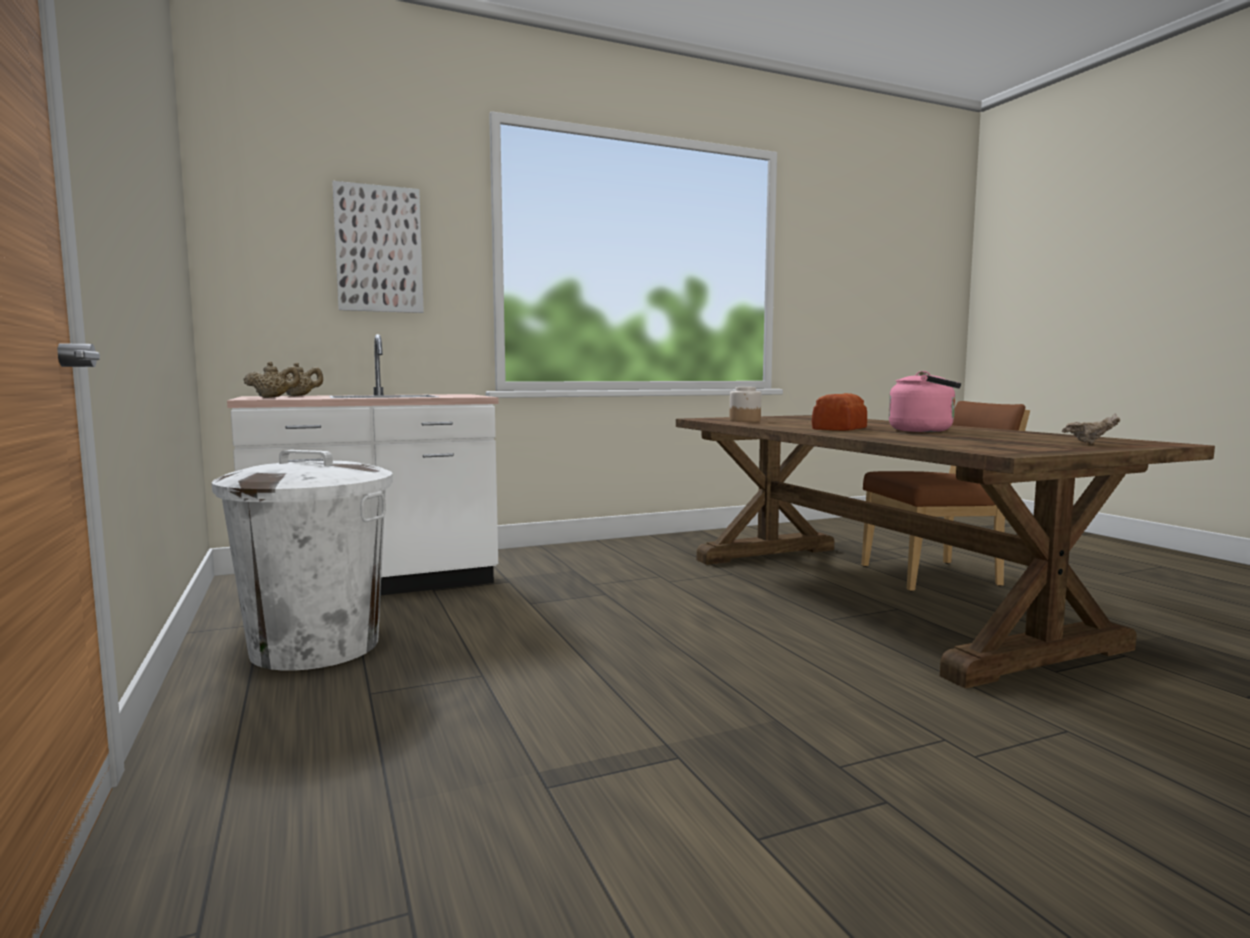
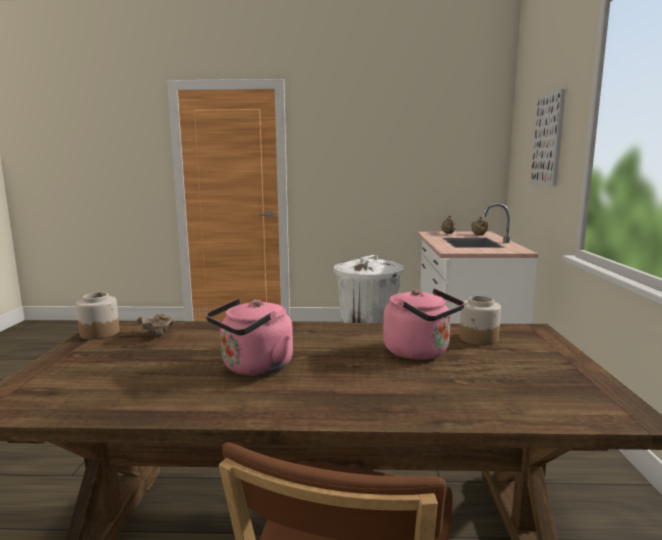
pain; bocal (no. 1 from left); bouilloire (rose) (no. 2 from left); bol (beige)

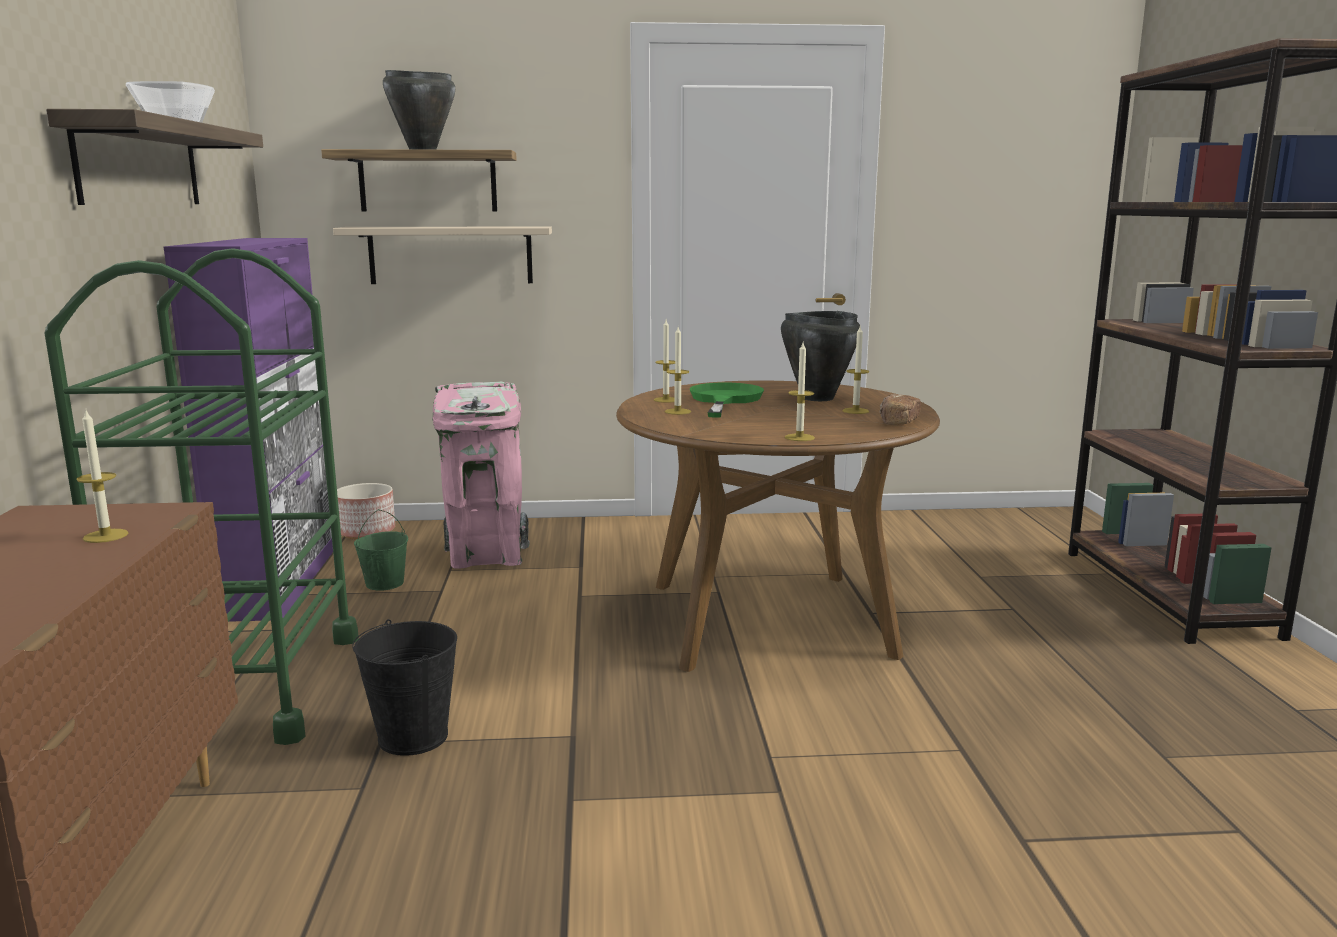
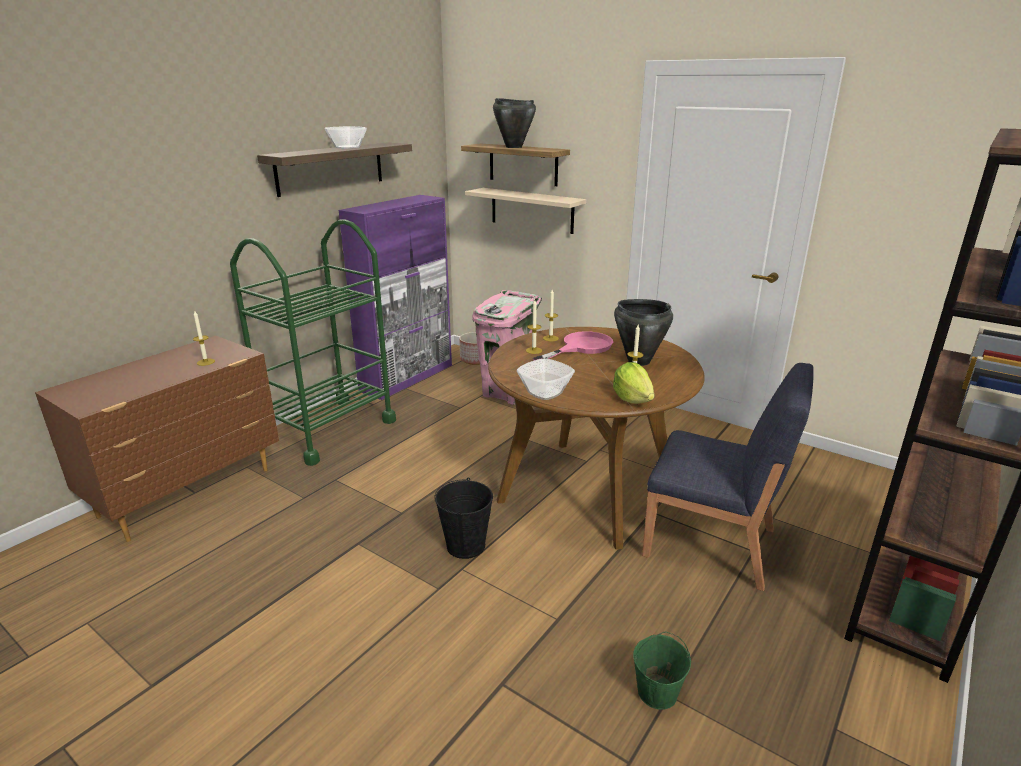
chaise (bleu); seau (noir); seau (vert); bol (no. 2 from left); laitue; poêle (rose)

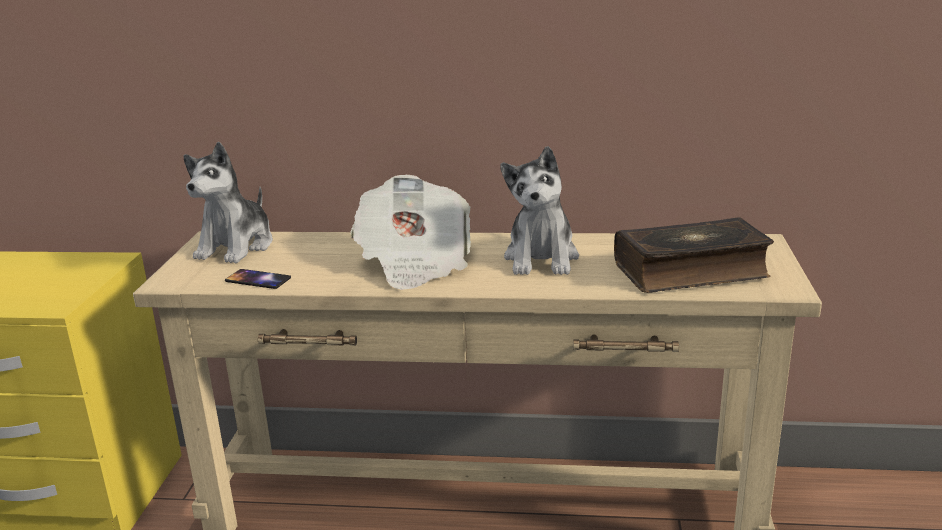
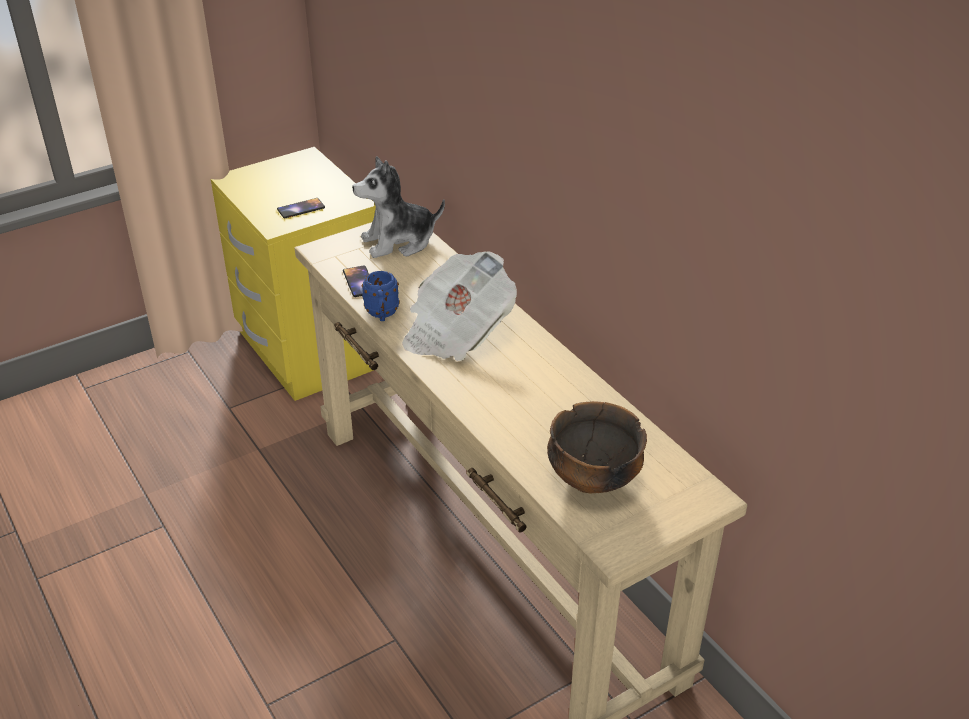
peluche (no. 2 from left in the first image); téléphone (no. 1 from left); mug (bleu); bol

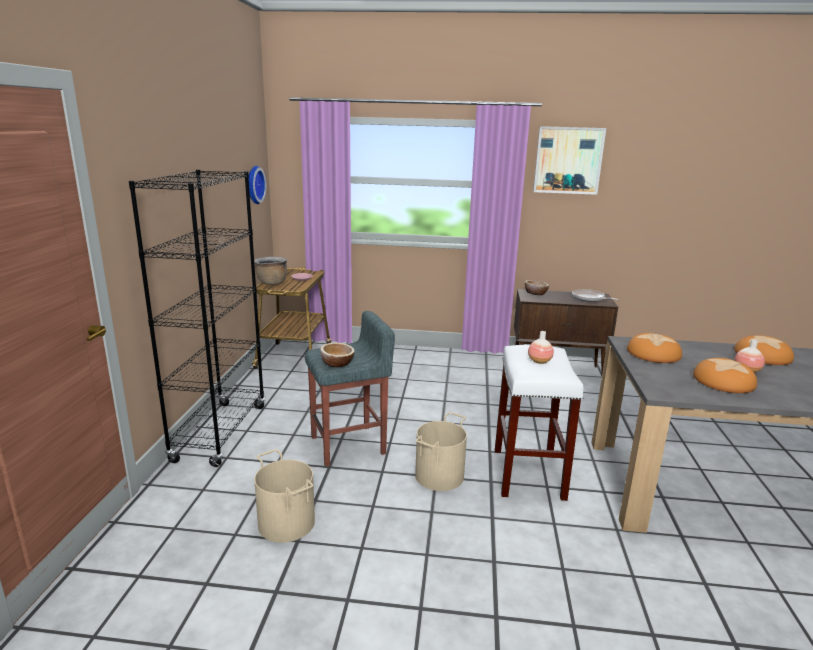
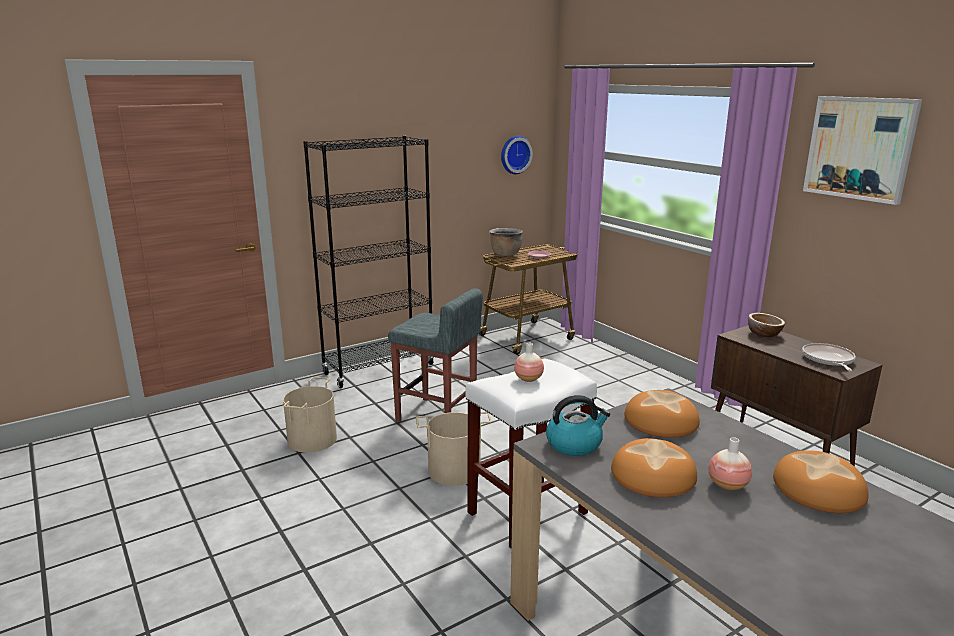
bol (no. 1 from left in the first image); bouilloire

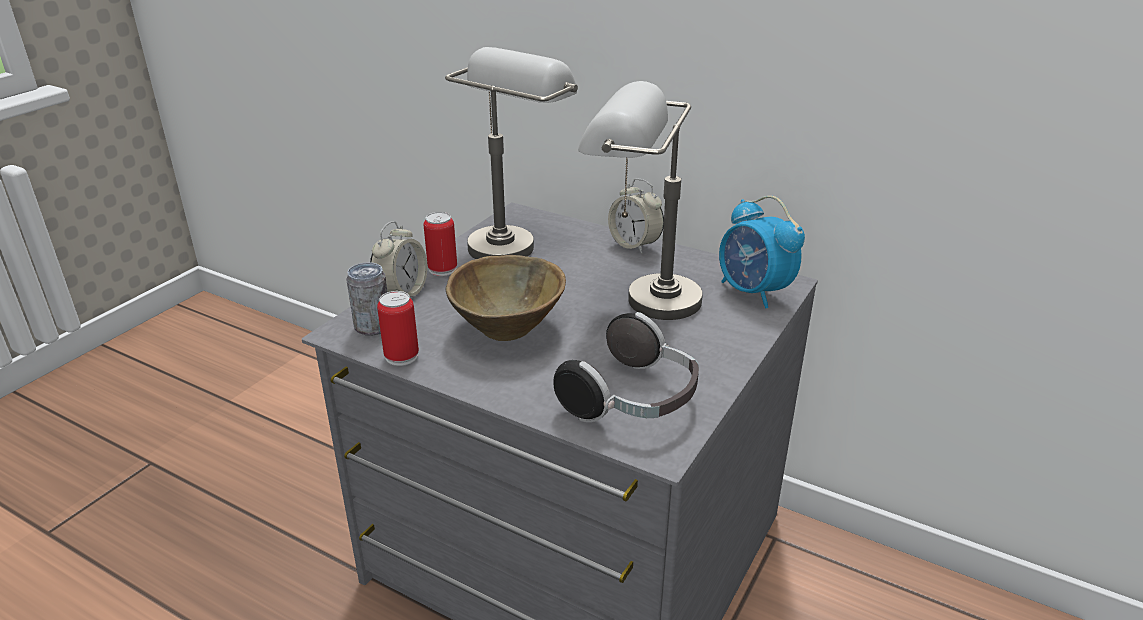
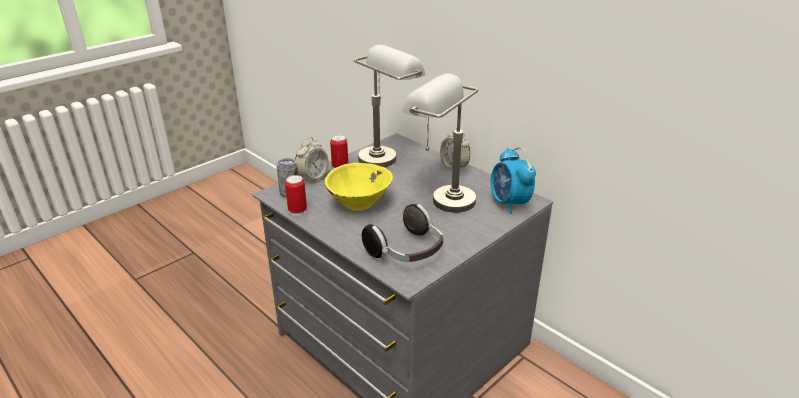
bol (jaune)

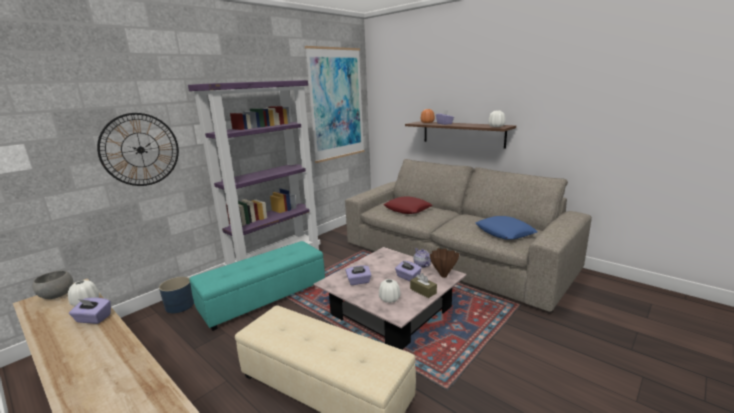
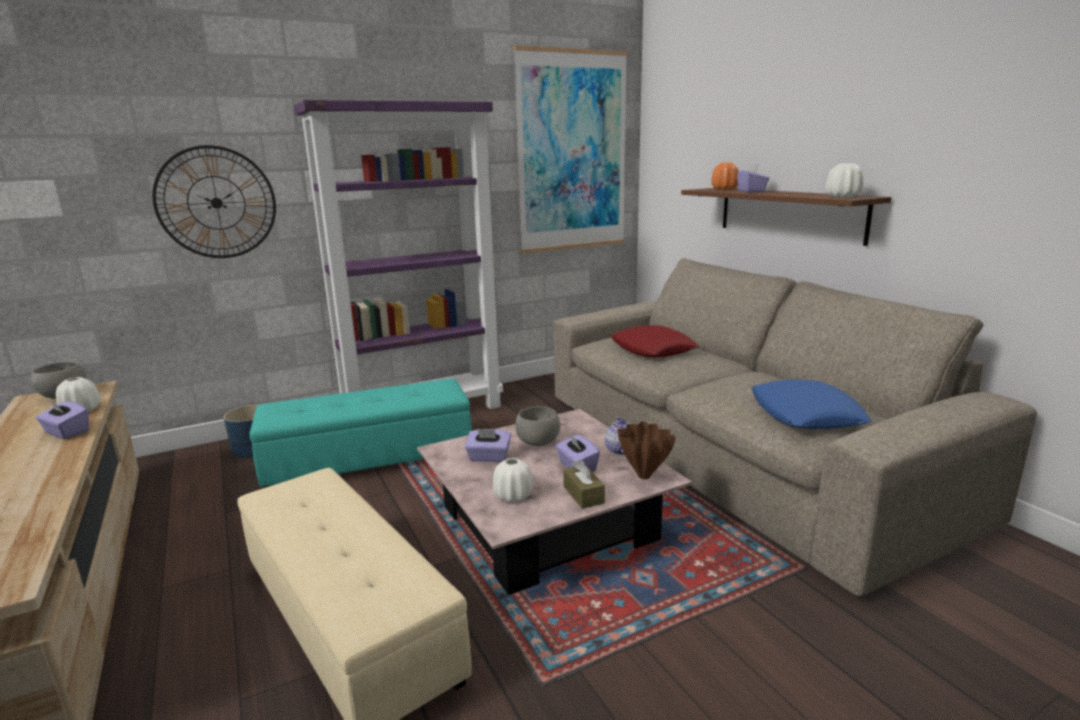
bol (gris) (no. 2 from left)

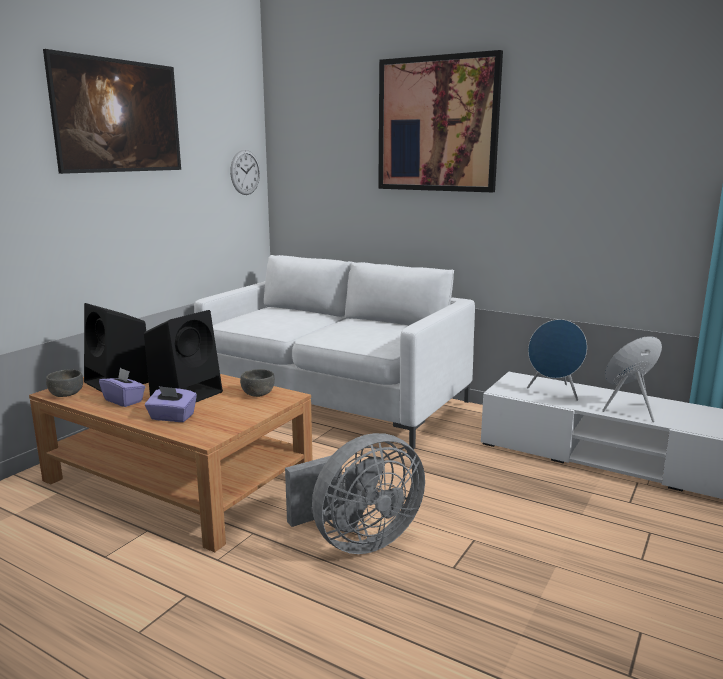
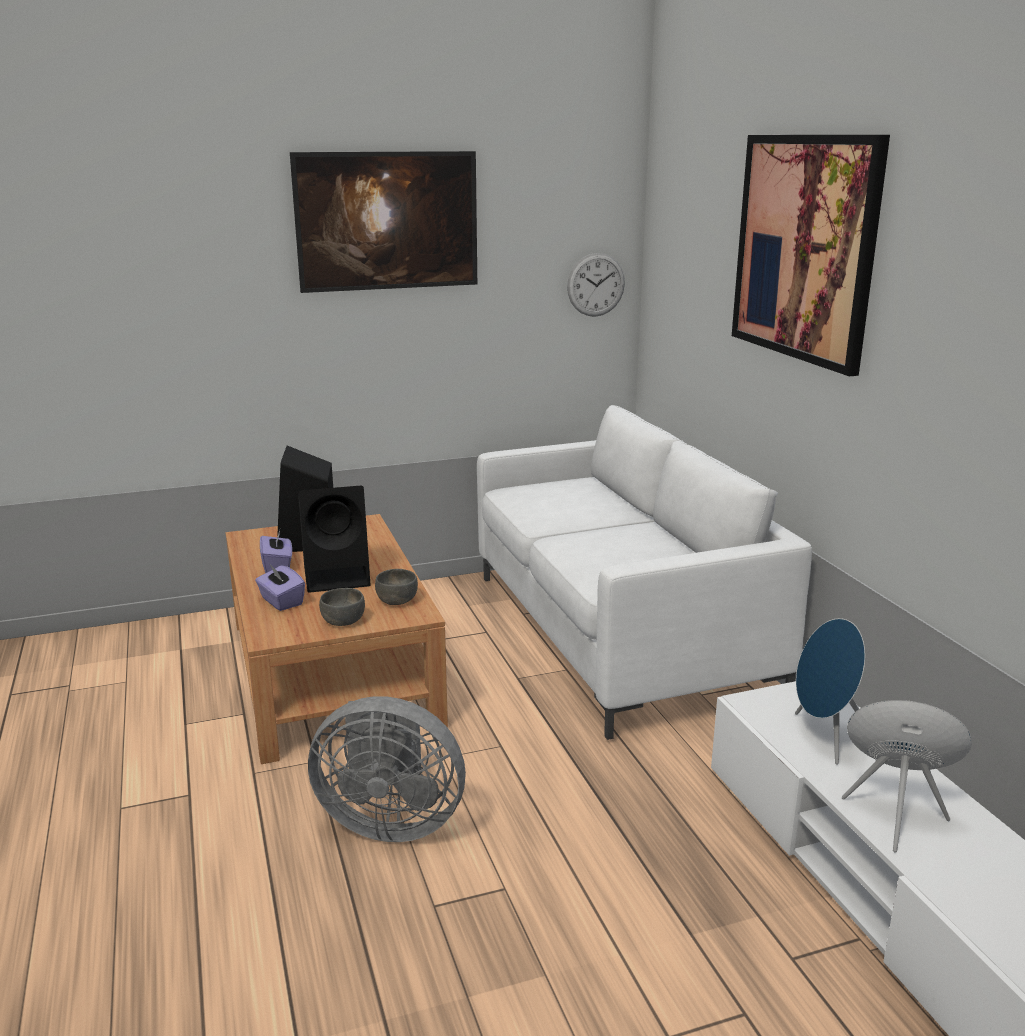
bol (gris) (no. 1 from left)

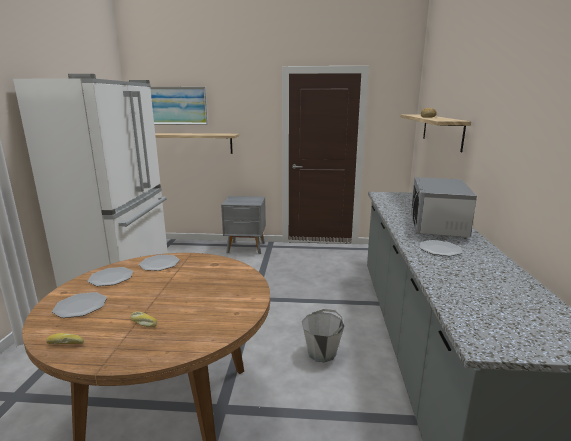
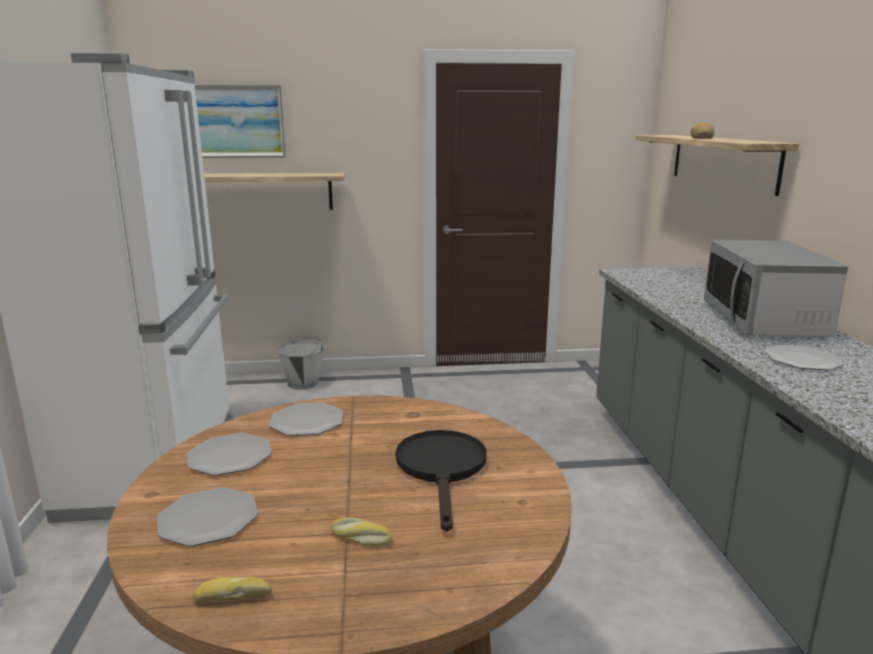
table de chevet (gris); poêle (noir); seau (gris)

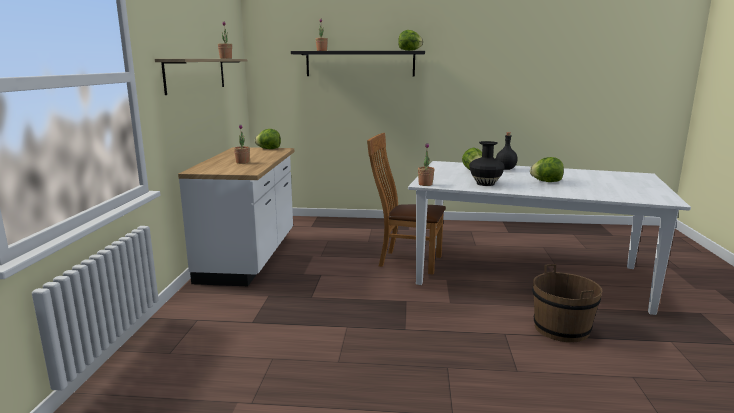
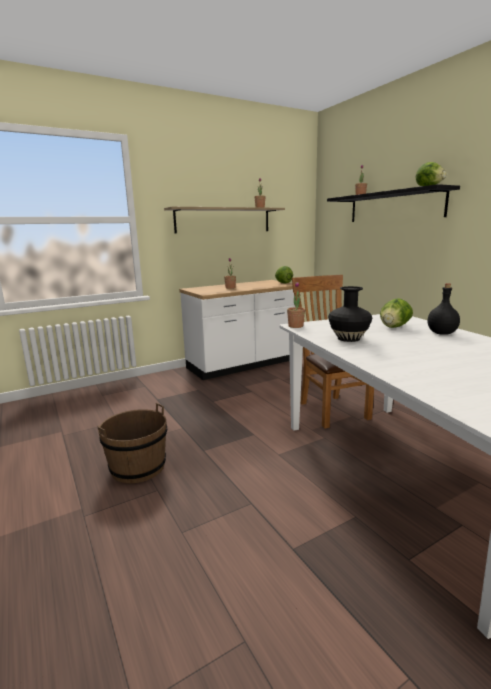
laitue (no. 4 from left in the first image); seau (marron)

